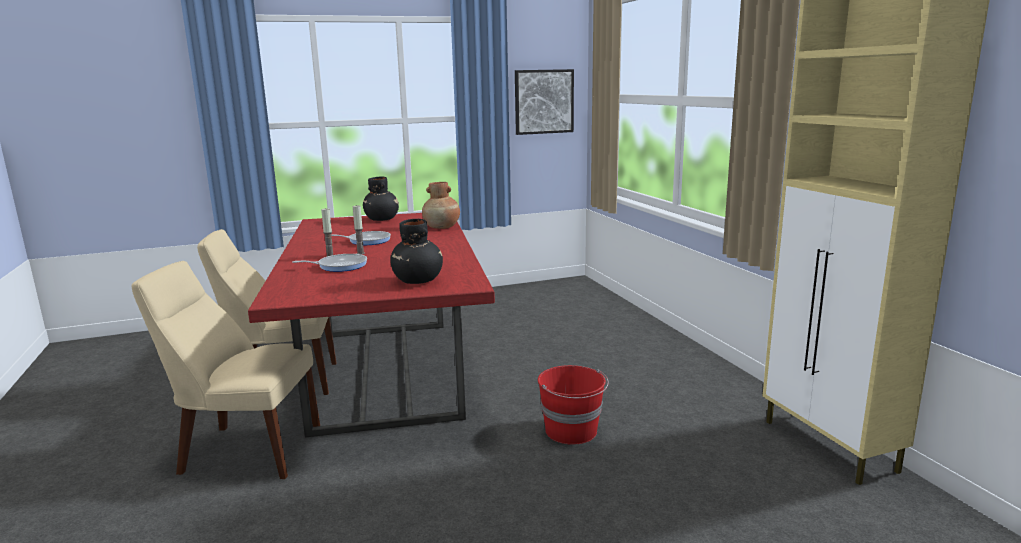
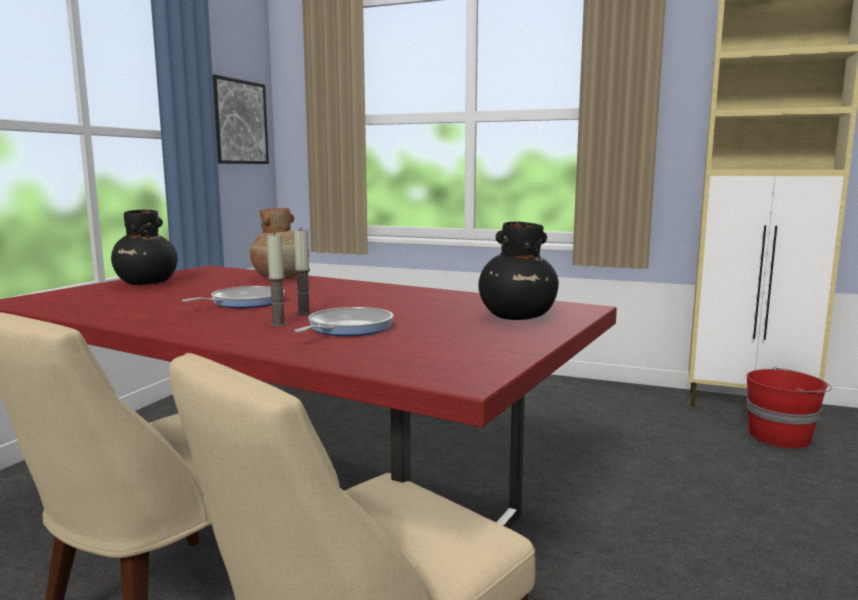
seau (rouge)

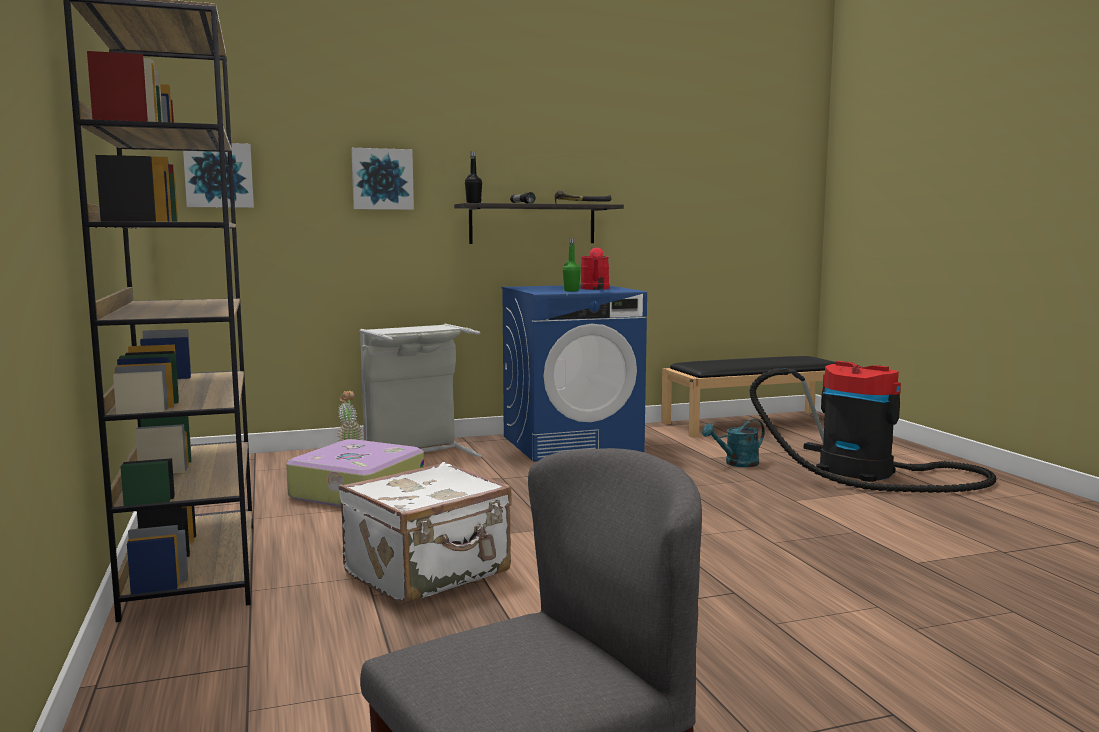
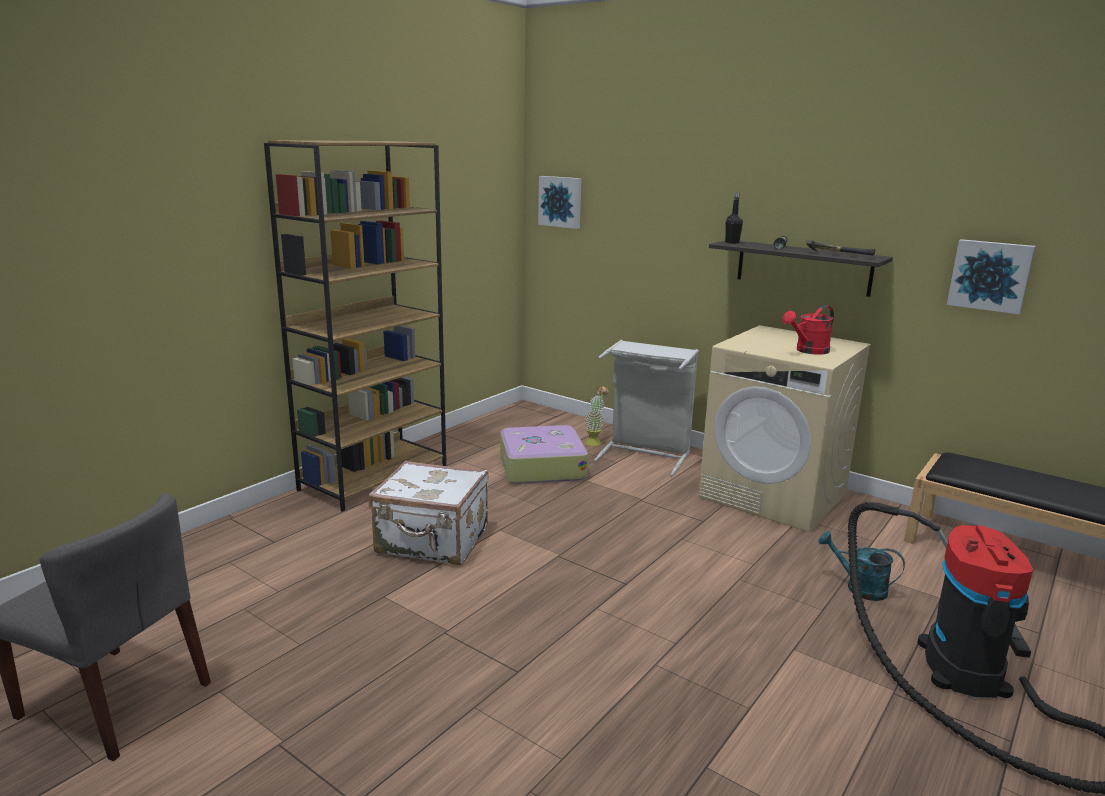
bouteille (vert); tableau (no. 2 from left); lave-linge (beige)

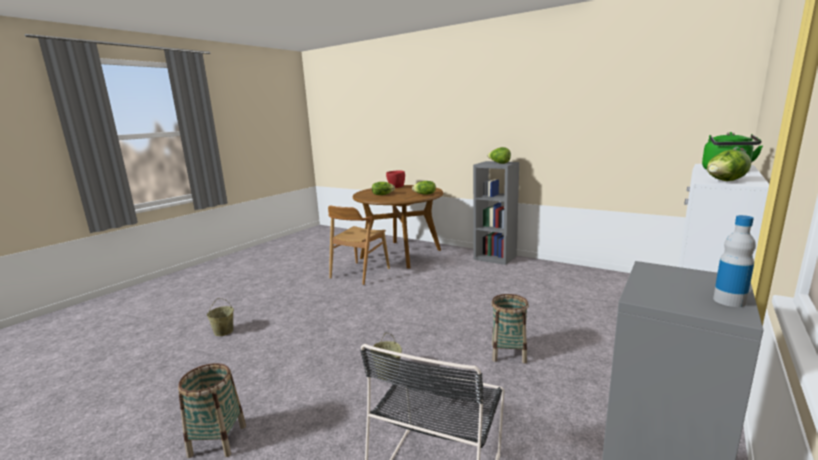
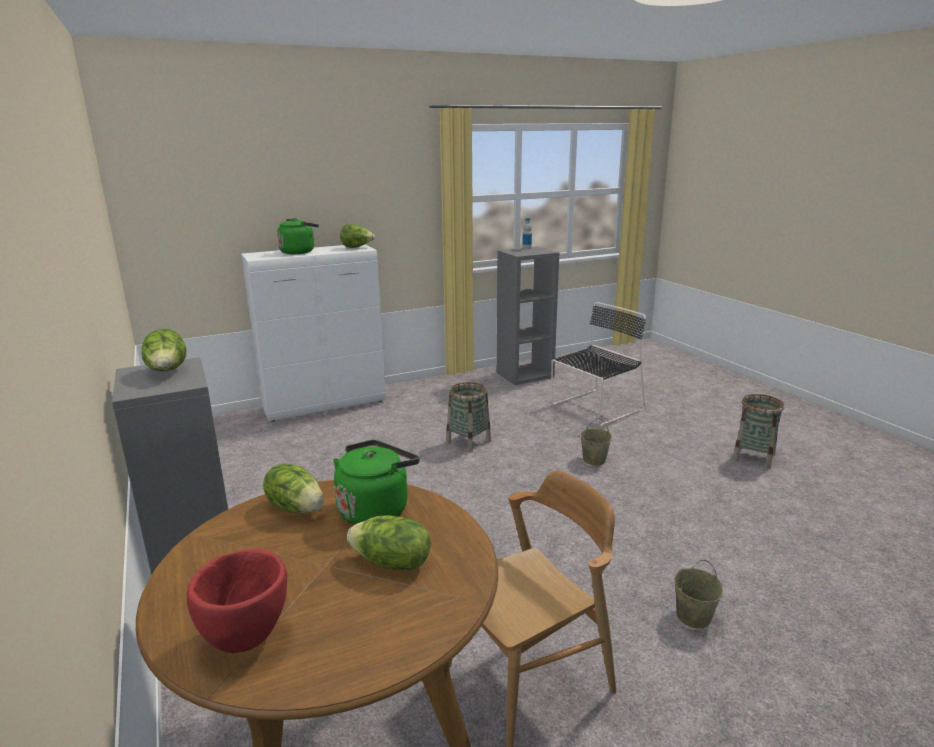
bouilloire (vert) (no. 2 from left); seau (beige) (no. 2 from left)

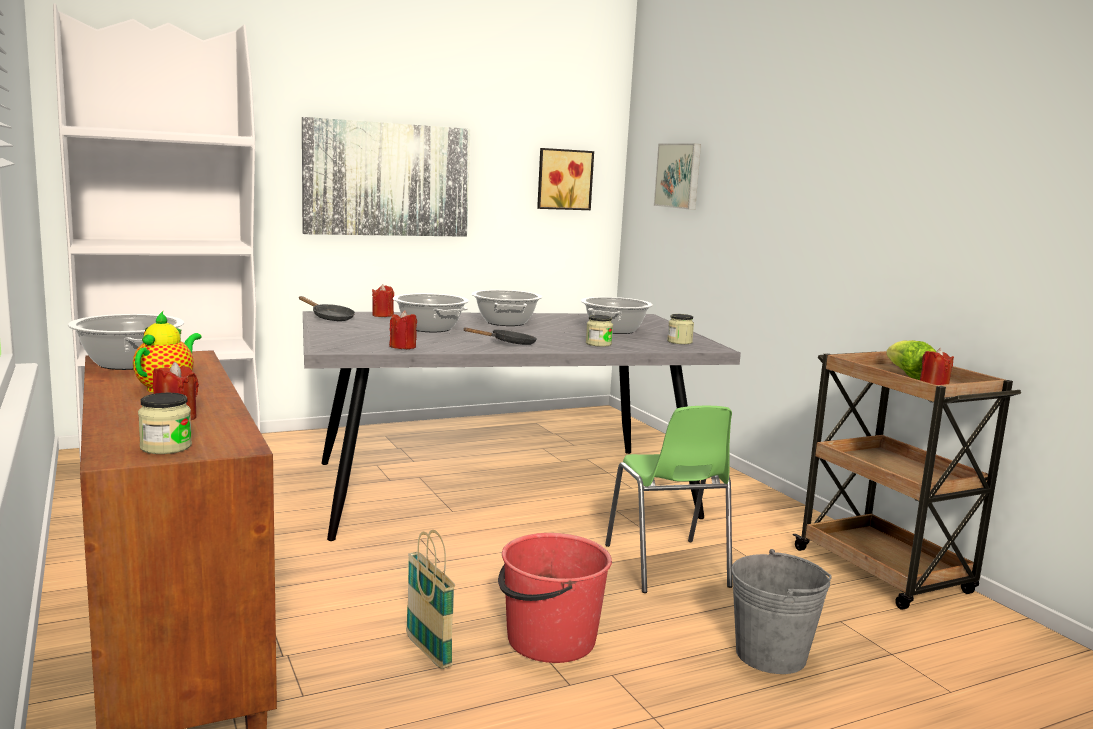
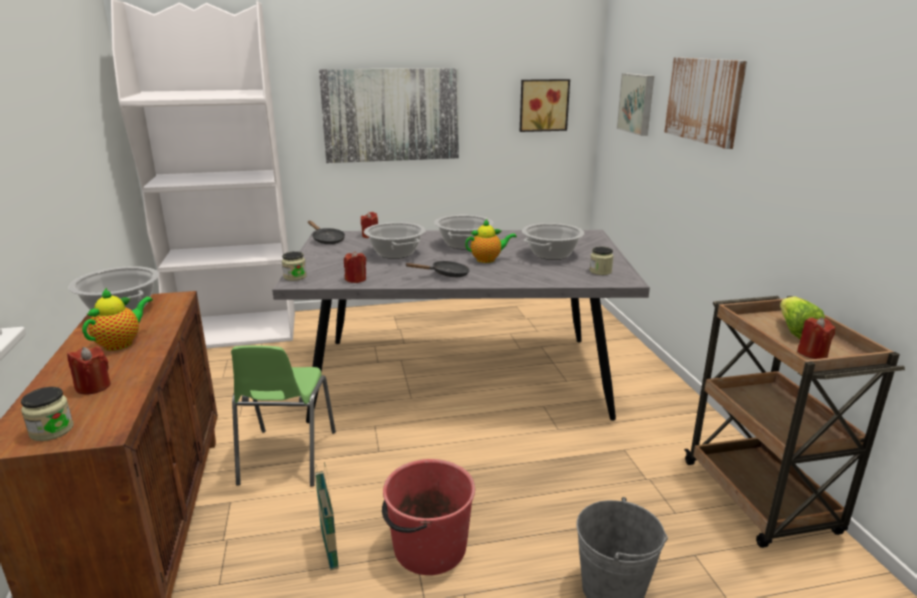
théière (no. 2 from left); tableau (no. 4 from left); bocal (no. 2 from left); chaise (vert)

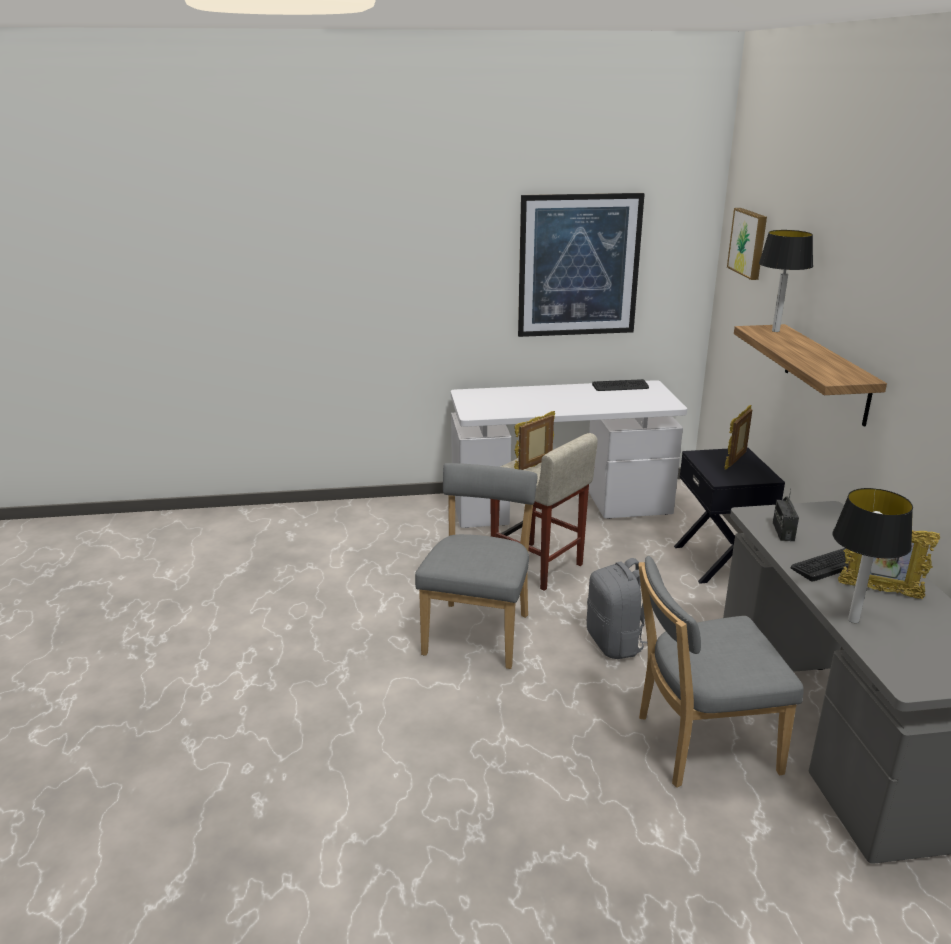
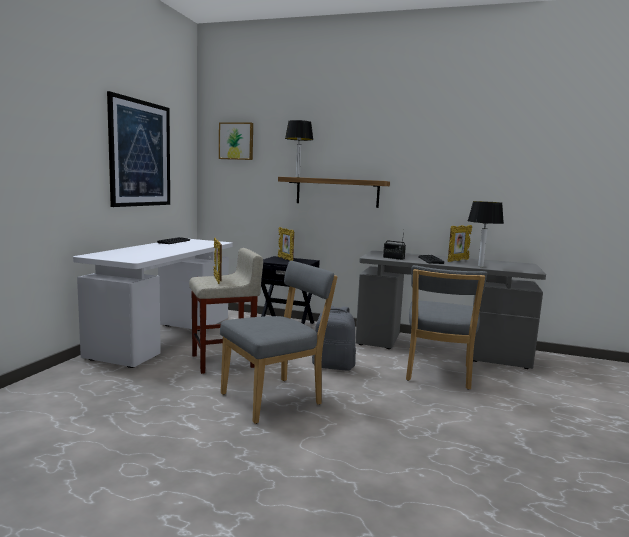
chaise (gris) (no. 1 from left)

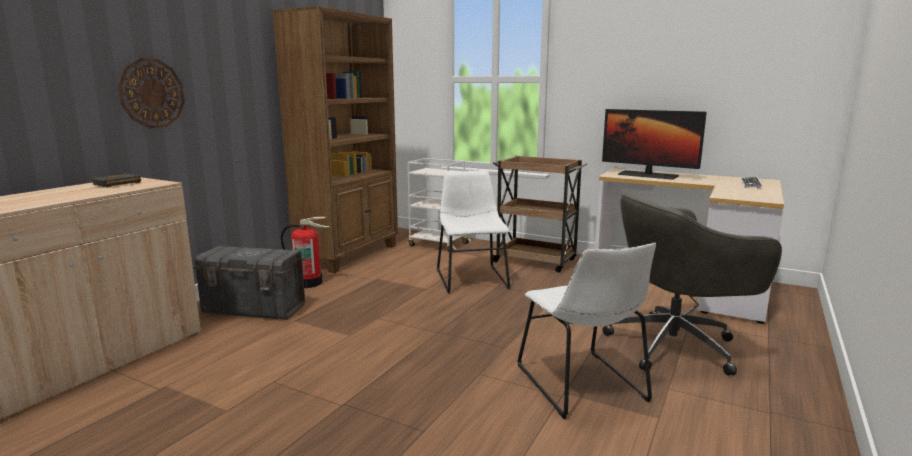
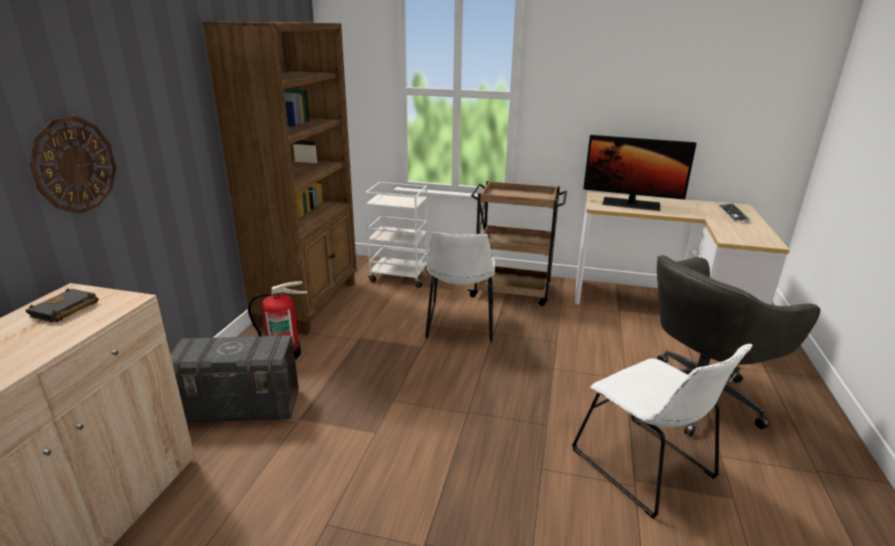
chaise (blanc) (no. 1 from left)

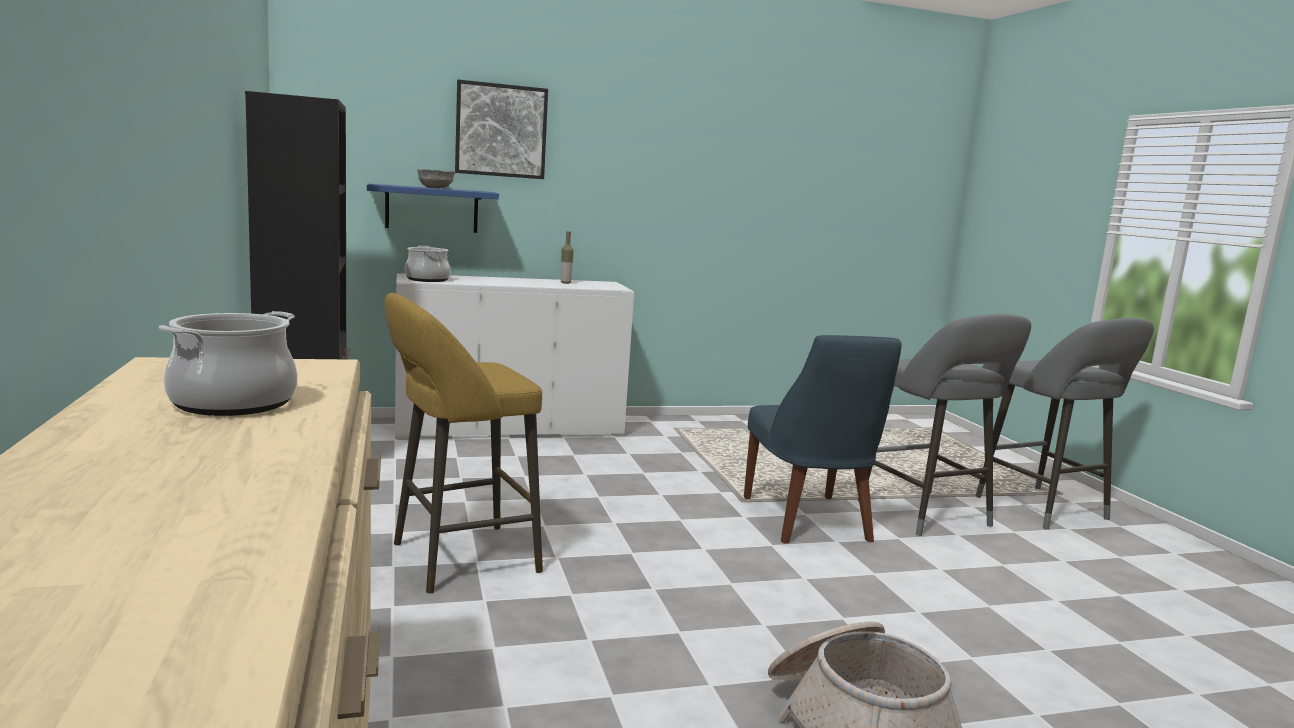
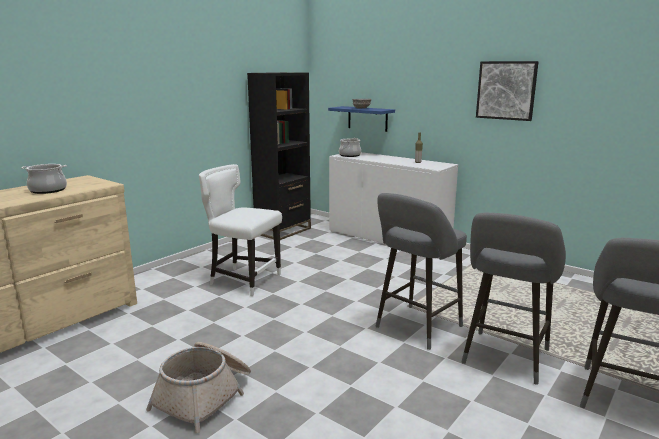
tableau; chaise (blanc); tabouret (gris) (no. 1 from left)

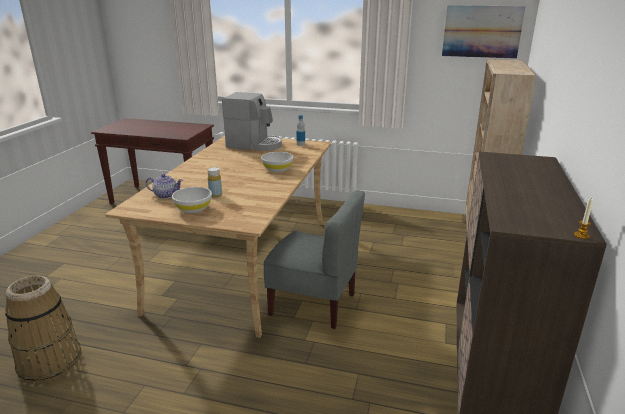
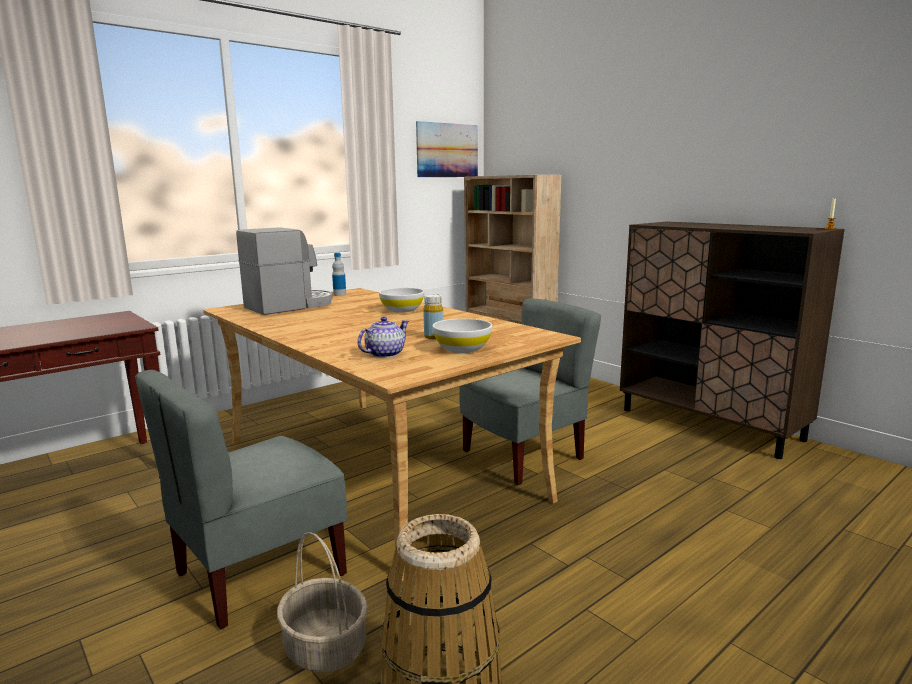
chaise (gris) (no. 1 from left); panier (no. 1 from left)

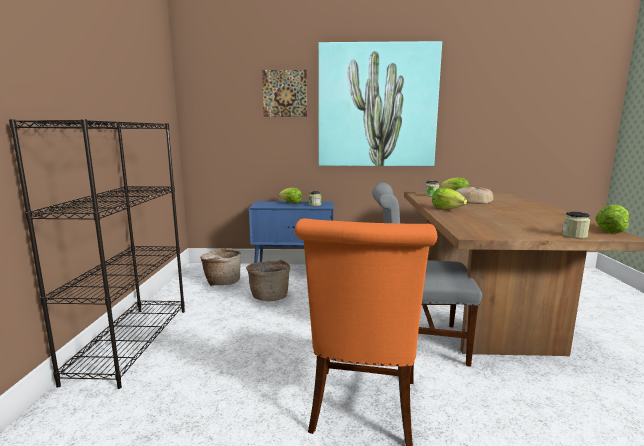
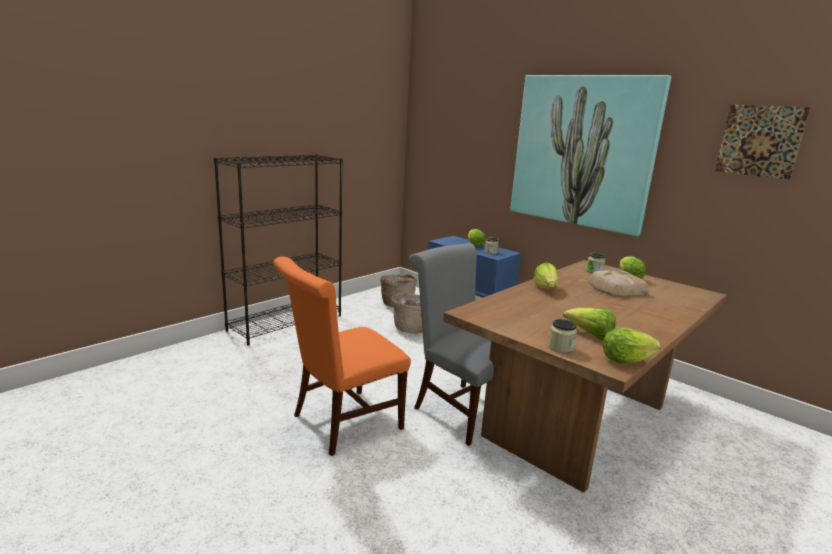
laitue (no. 3 from left); tableau (no. 2 from left)

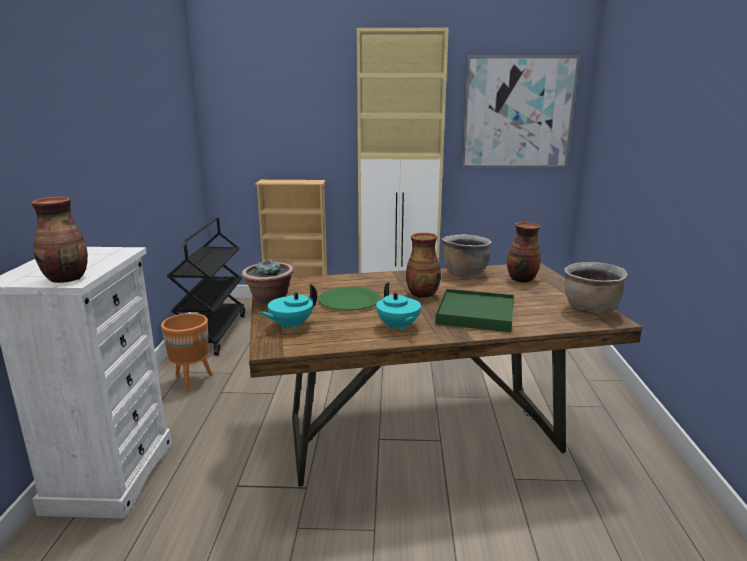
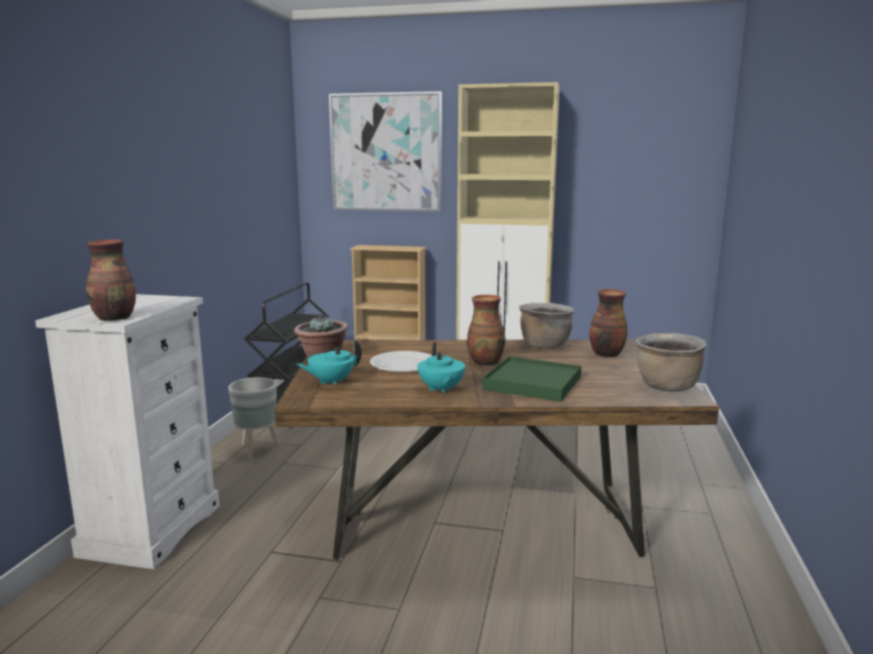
tableau; cache-pot (gris); assiette (blanc)

